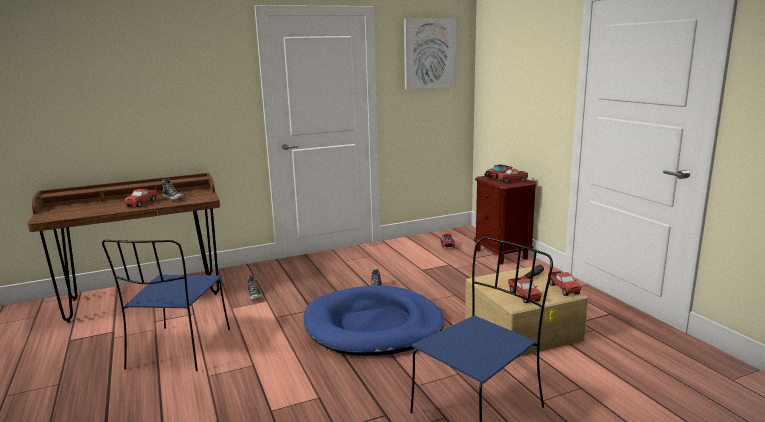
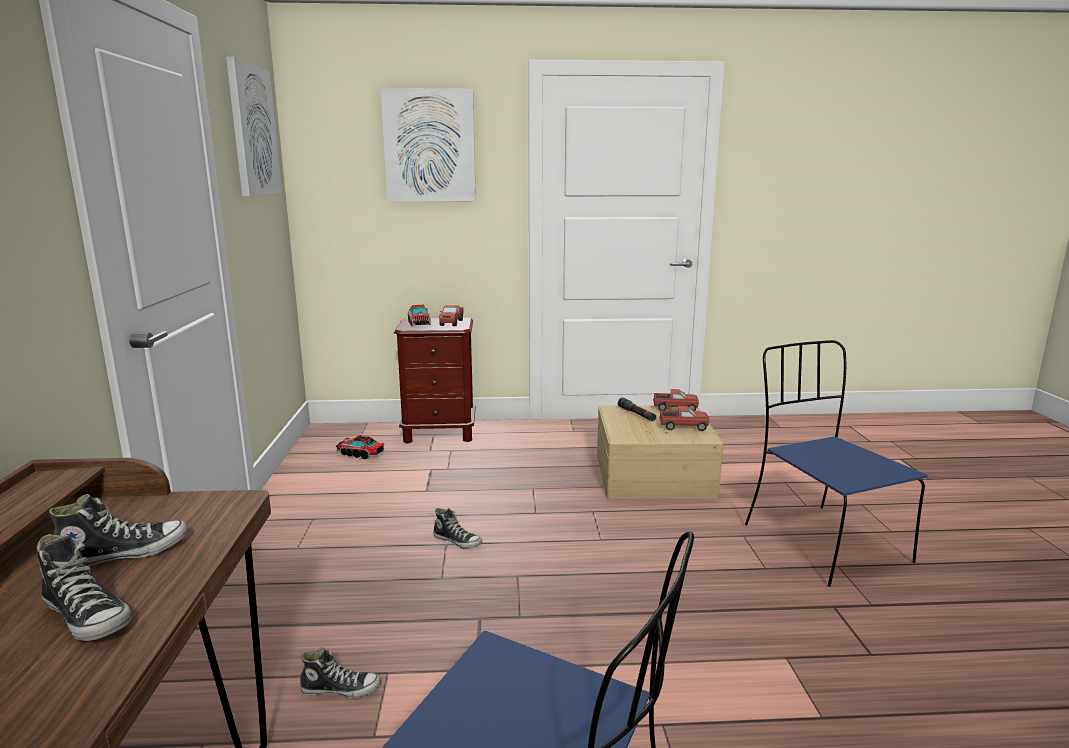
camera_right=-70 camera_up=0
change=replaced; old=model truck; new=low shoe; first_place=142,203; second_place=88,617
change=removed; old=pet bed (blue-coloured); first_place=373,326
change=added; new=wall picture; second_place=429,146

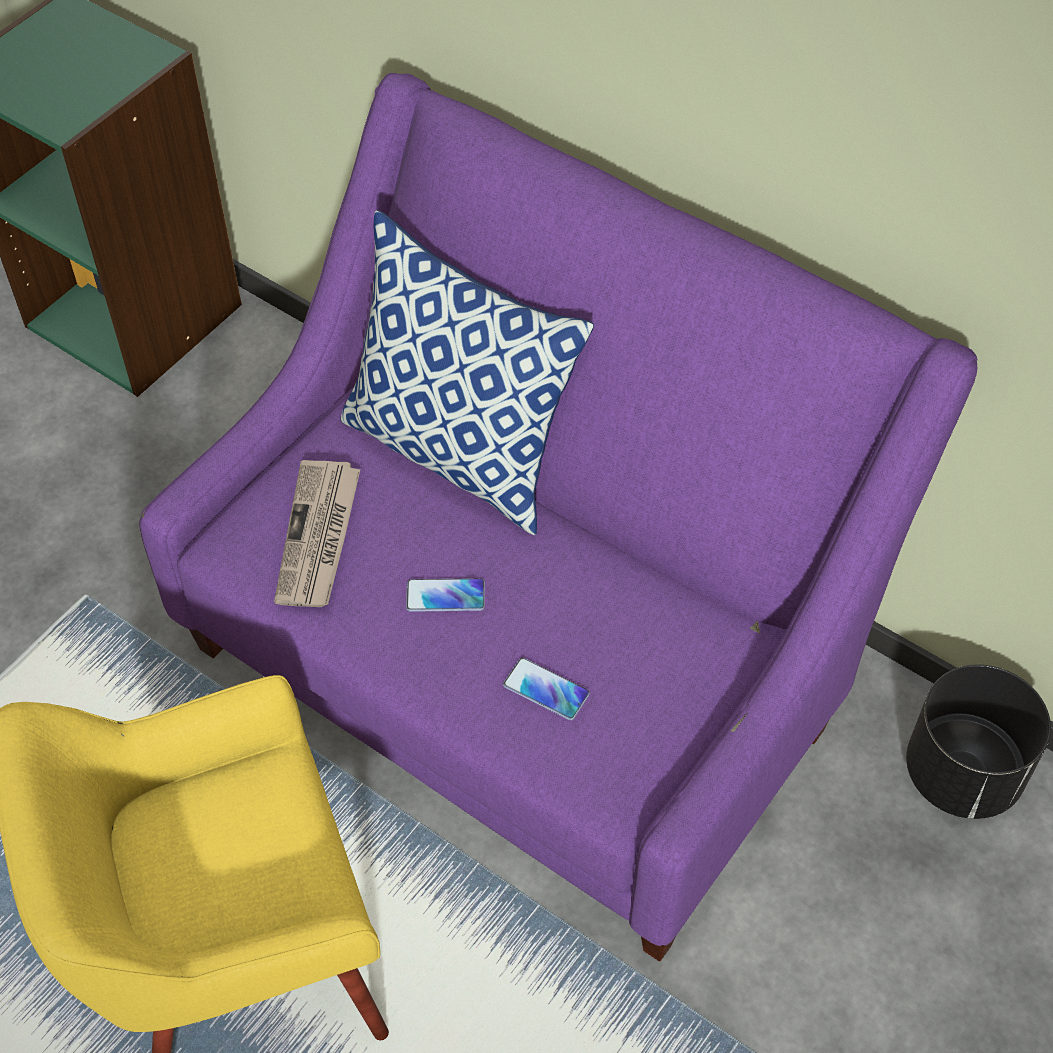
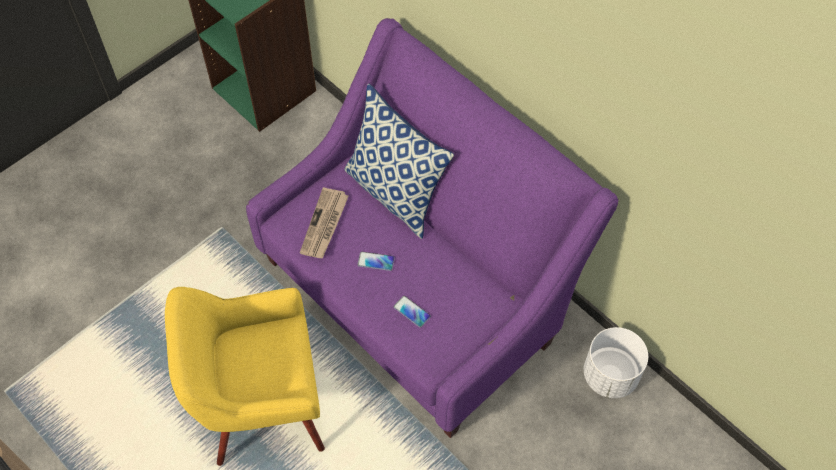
camera_right=10 camera_up=5
change=recoloured; old=flower pot (blackish); new=flower pot (whitish); first_place=963,773; second_place=610,375

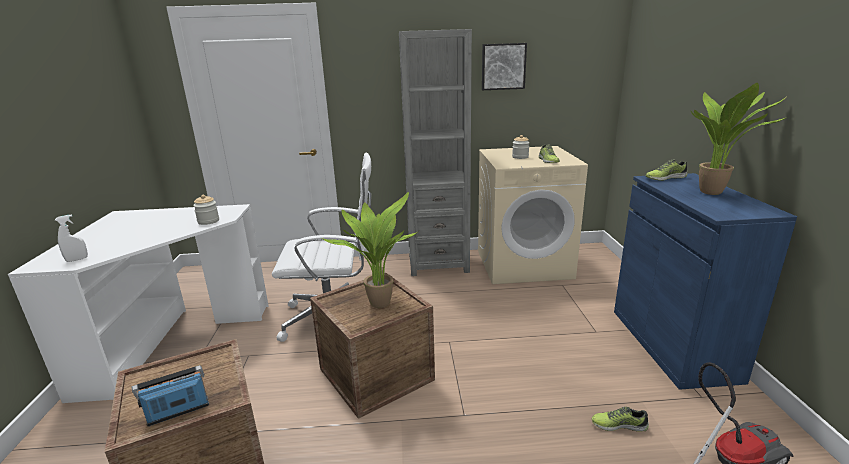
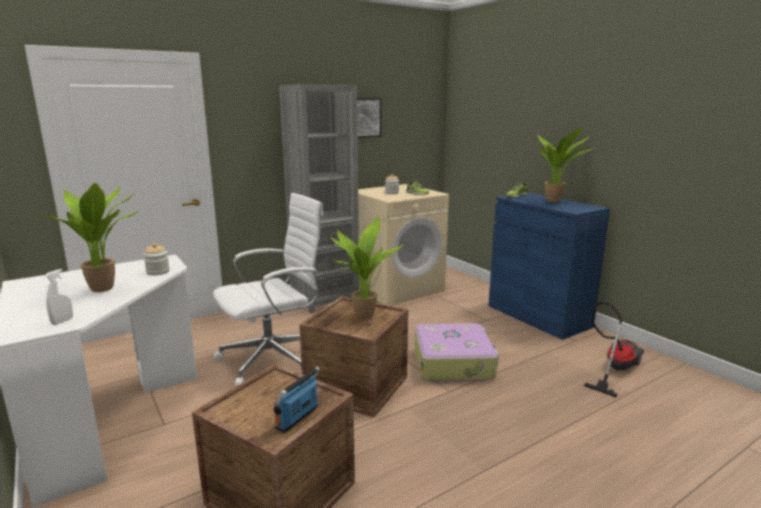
camera_right=-30 camera_up=-5
change=removed; old=low shoe; first_place=618,424
change=added; new=plant in a pot; second_place=106,289
change=added; new=piece of luggage; second_place=454,363

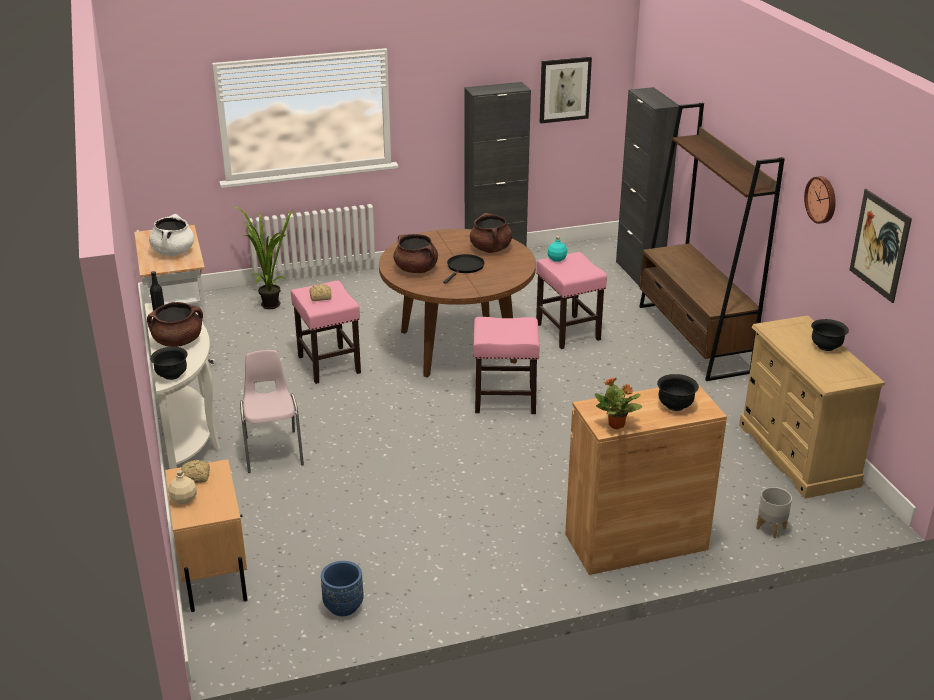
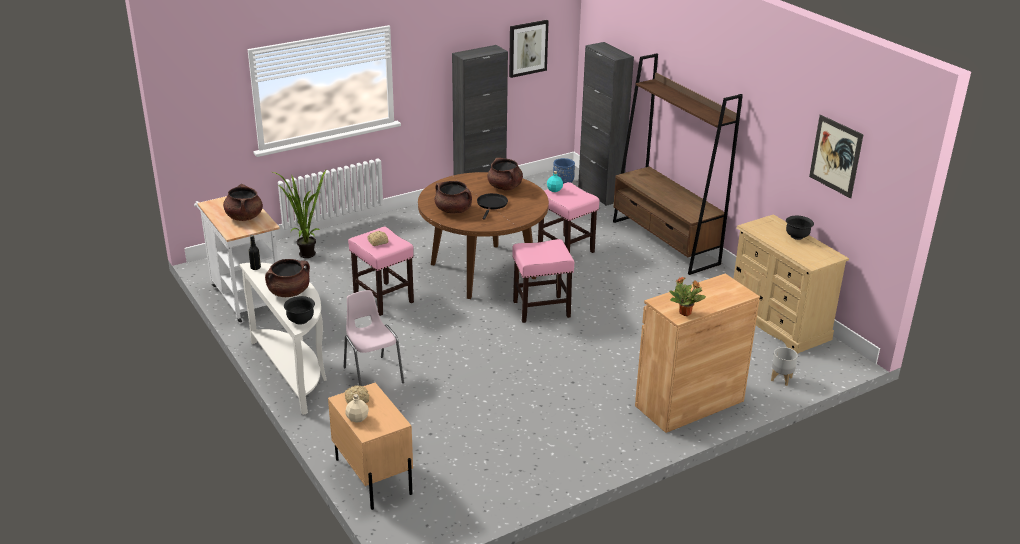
camera_right=-15 camera_up=0
change=removed; old=clock on the wall; first_place=822,199
change=recoloured; old=saucepot (whitish); new=saucepot (brownish); first_place=173,252; second_place=244,217
change=removed; old=serving bowl (blackish); first_place=675,406
change=moved; old=flower pot (blue-coloured); first_place=343,606; second_place=563,183

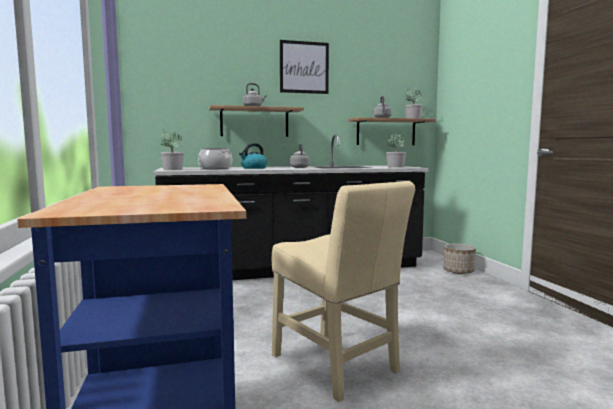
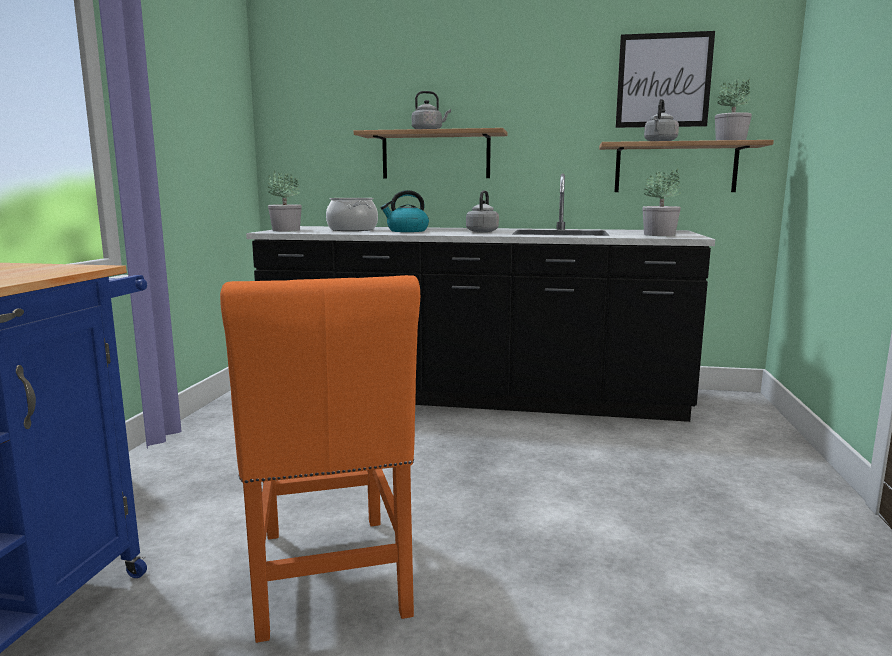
camera_right=25 camera_up=5
change=moved; old=wall picture; first_place=304,67; second_place=663,80
change=recoloured; old=chair (sand-coloured); new=chair (orange-coloured); first_place=337,366; second_place=330,579
change=removed; old=flower pot; first_place=458,271

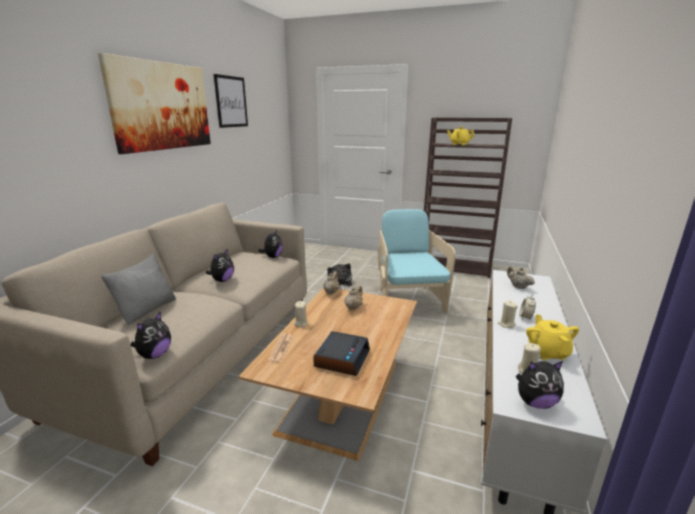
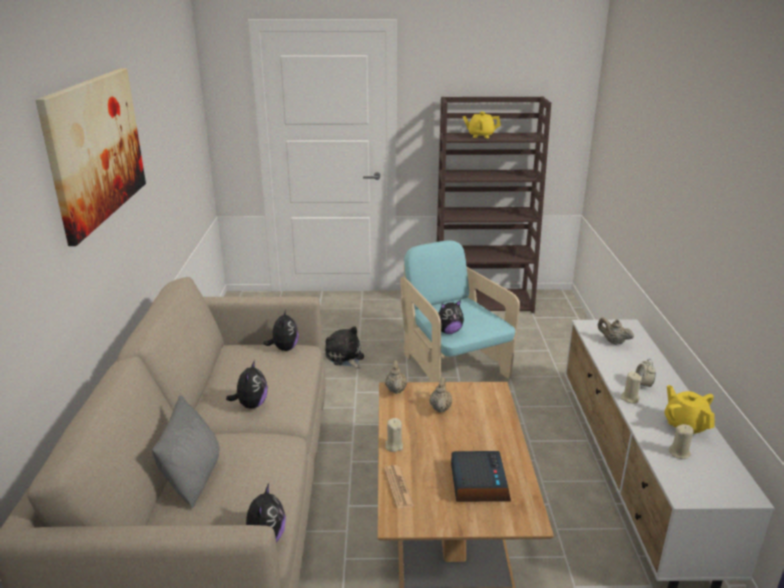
camera_right=-20 camera_up=5
change=removed; old=wall picture; first_place=231,102
change=moved; old=soft toy; first_place=535,402; second_place=448,331

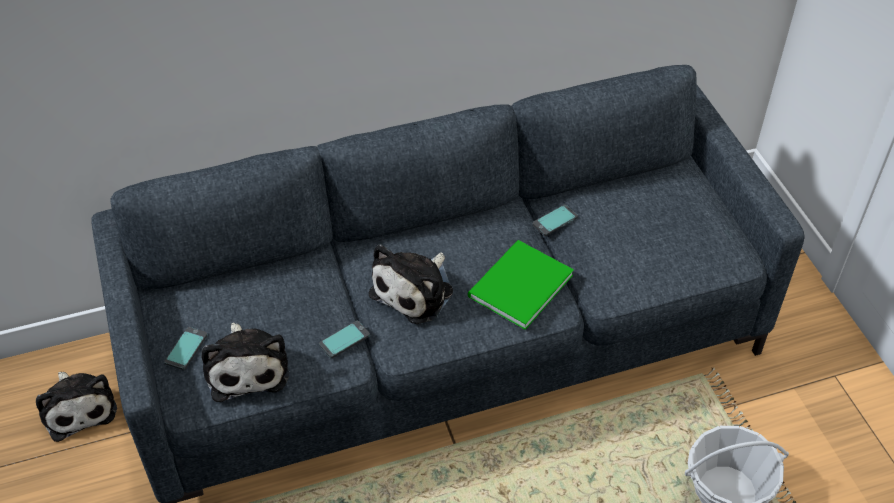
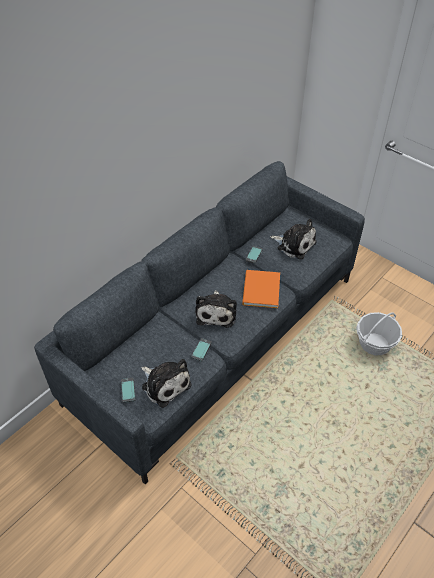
camera_right=-30 camera_up=0
change=recoloured; old=bound book (green); new=bound book (orange-coloured); first_place=517,286; second_place=260,291
change=moved; old=soft toy; first_place=78,407; second_place=294,244

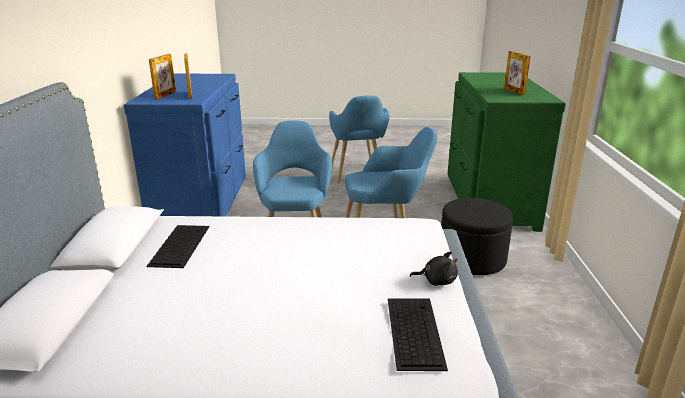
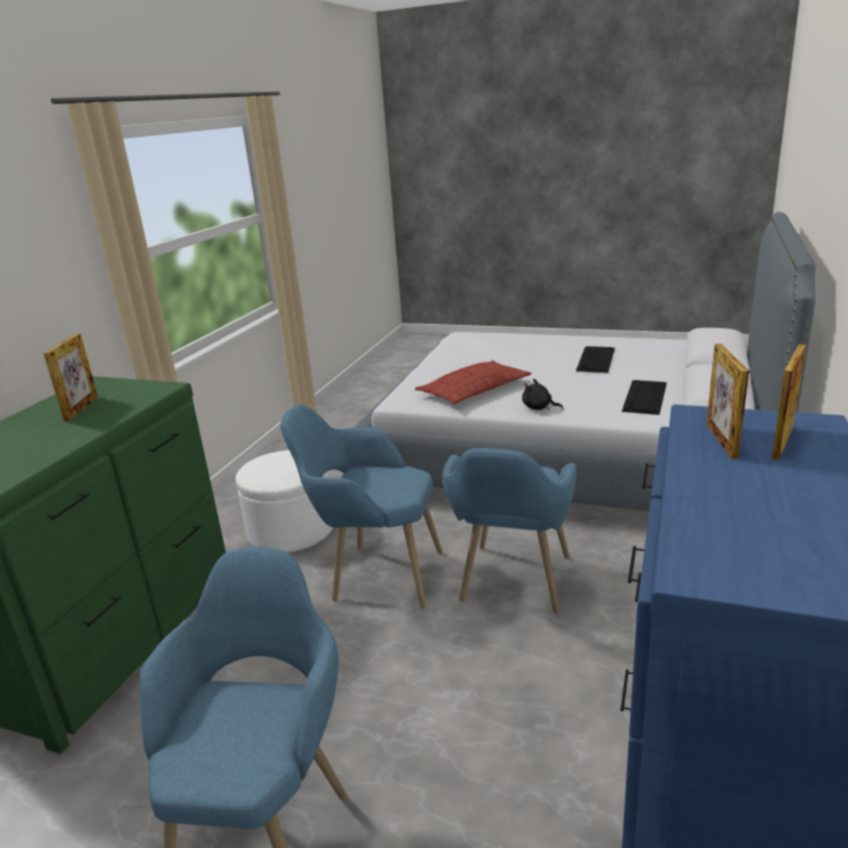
camera_right=-160 camera_up=0
change=recoloured; old=ottoman (blackish); new=ottoman (whitish); first_place=472,259; second_place=291,530
change=moved; old=soft toy (blackish); first_place=437,281; second_place=539,408
change=moved; old=PC keyboard; first_place=414,331; second_place=596,359
change=added; new=throw pillow; second_place=474,389

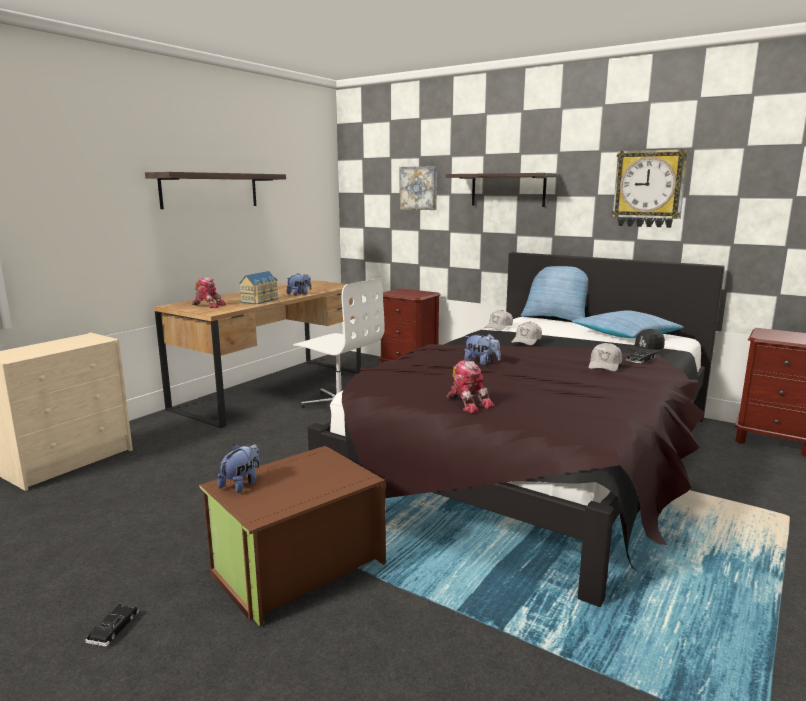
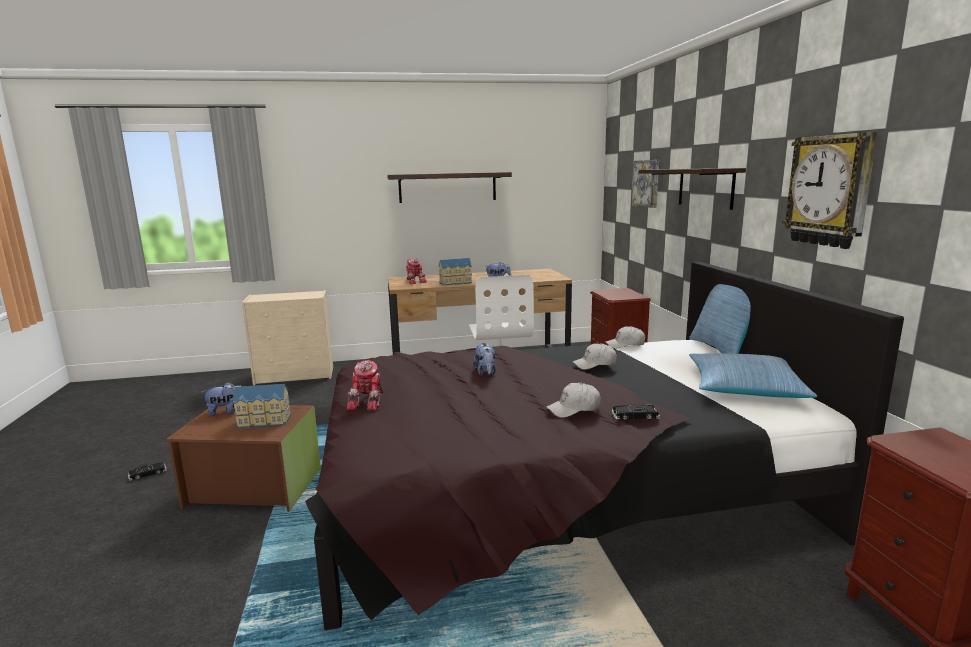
camera_right=45 camera_up=0
change=removed; old=cap (blackish); first_place=646,349
change=added; new=toy house; second_place=264,421

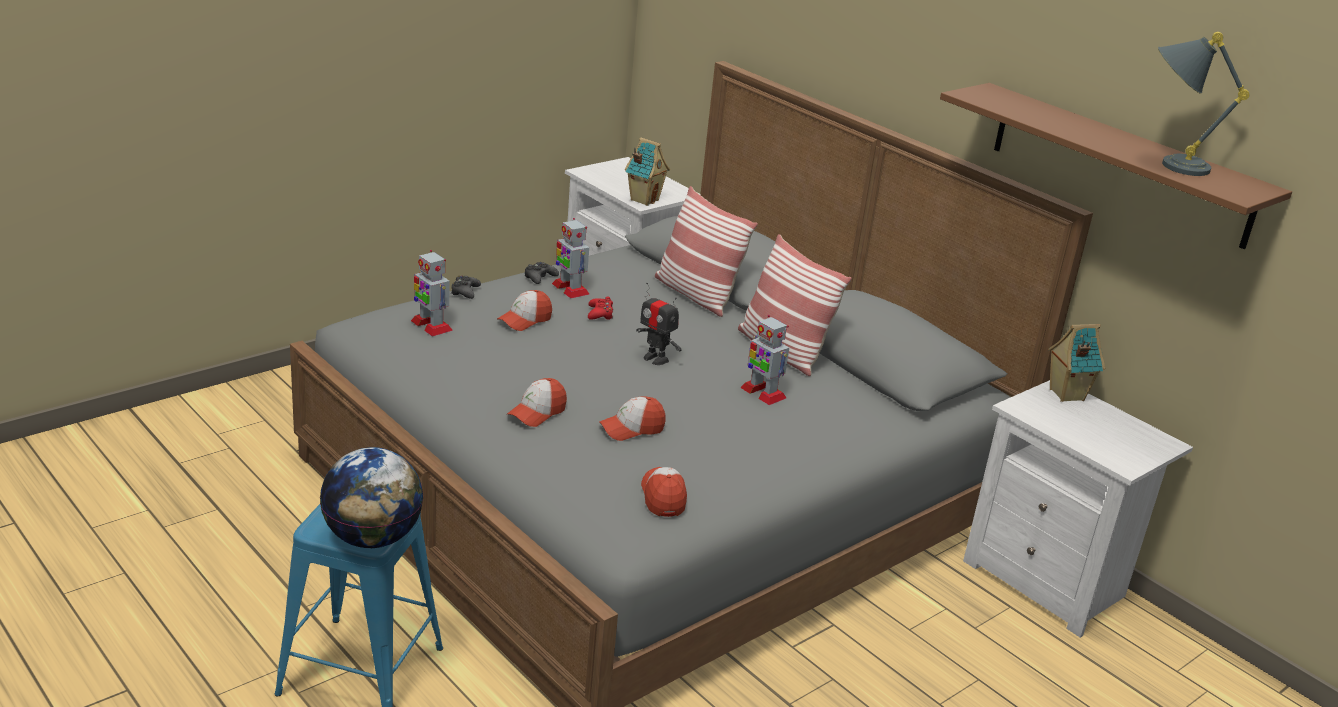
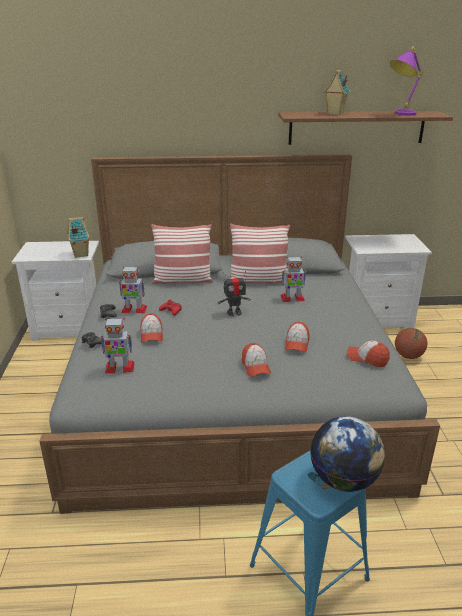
camera_right=-50 camera_up=0
change=recoloured; old=tabletop lamp (grey); new=tabletop lamp (purple-coloured); first_place=1167,164; second_place=400,114
change=moved; old=toy house; first_place=1065,394; second_place=334,114
change=added; new=ball for basketball; second_place=408,356

